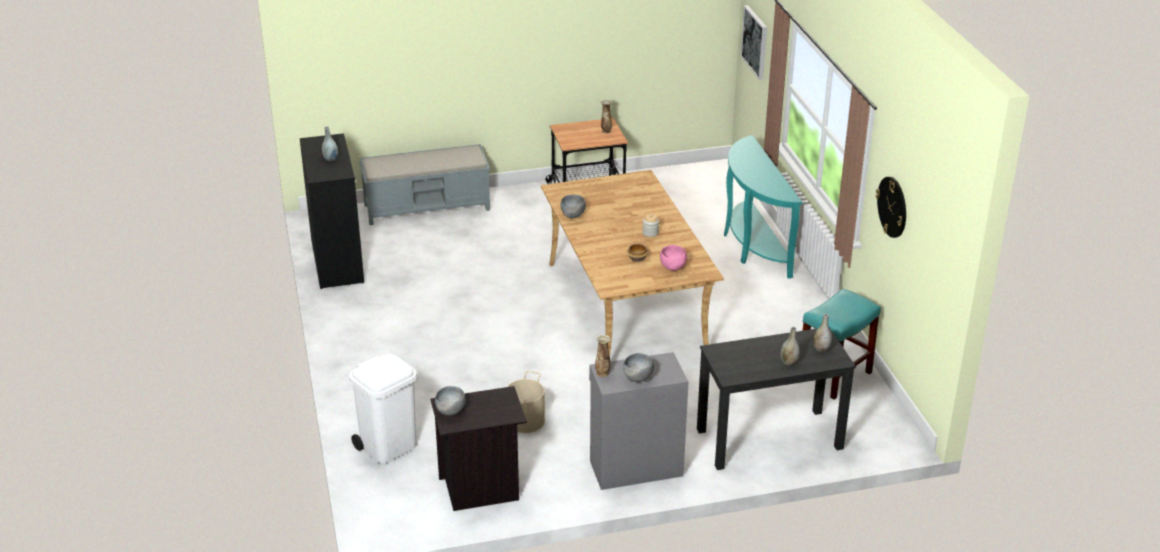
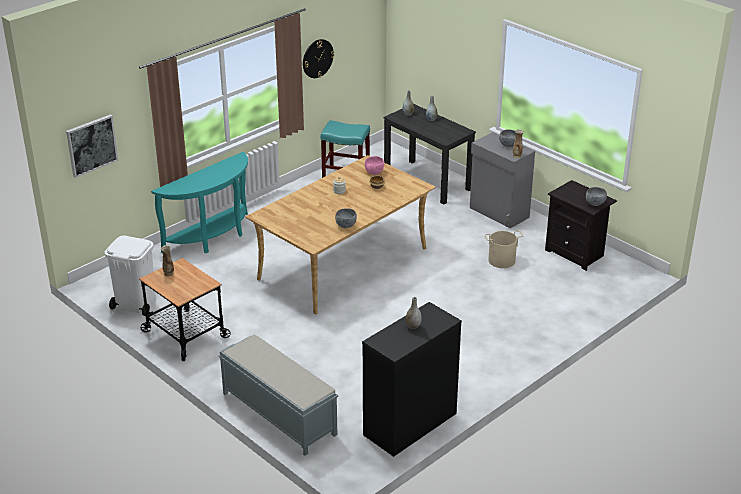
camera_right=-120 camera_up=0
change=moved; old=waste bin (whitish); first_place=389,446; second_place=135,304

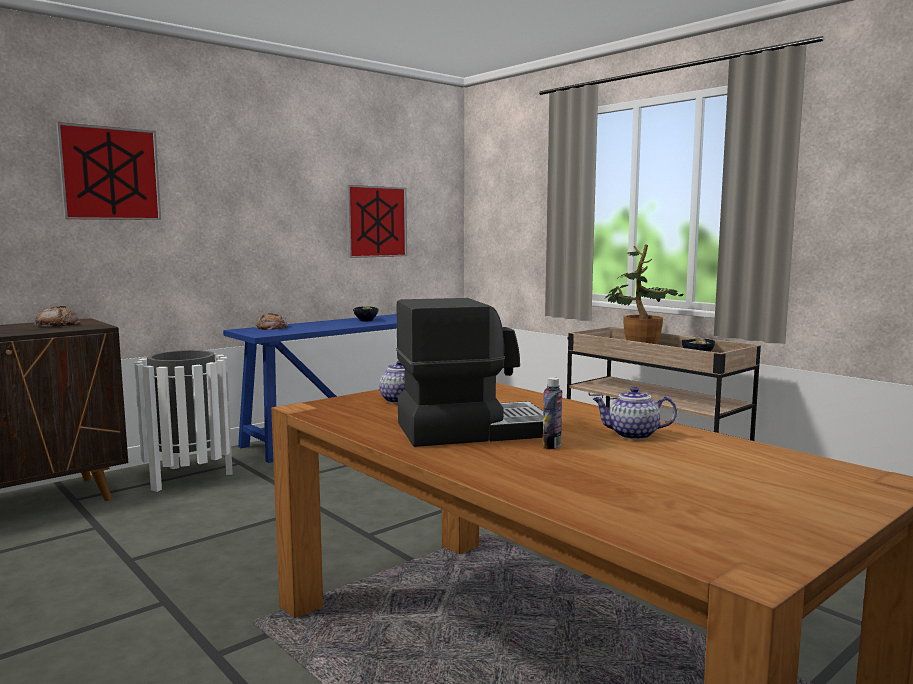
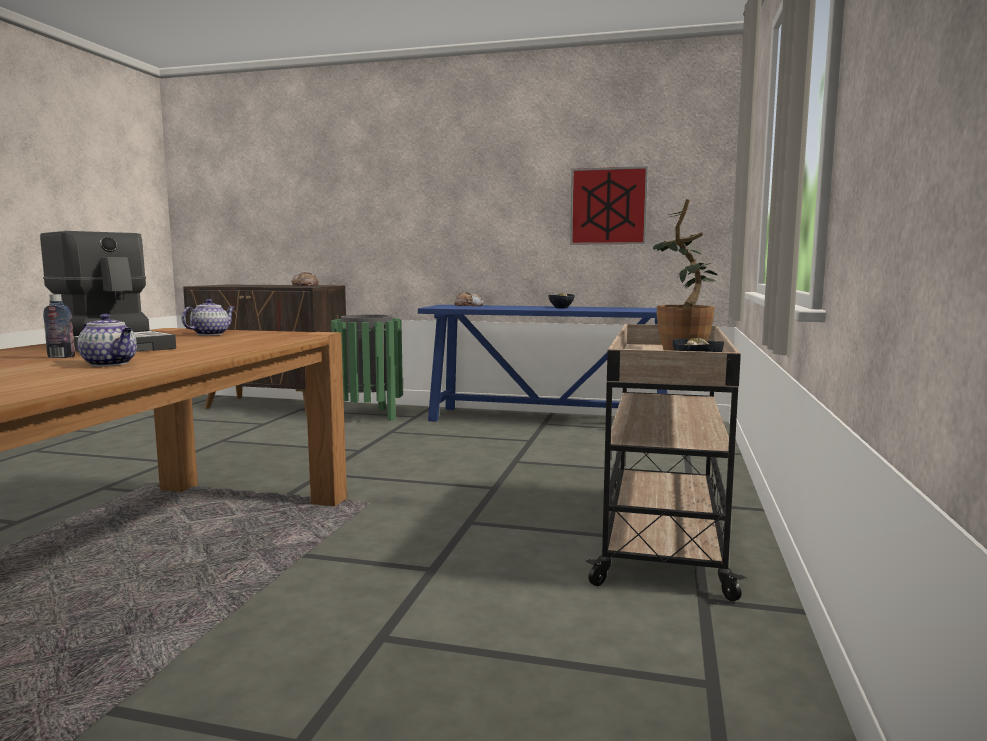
camera_right=55 camera_up=0
change=removed; old=wall picture; first_place=110,173
change=recoloured; old=waste bin (whitish); new=waste bin (green); first_place=188,477; second_place=369,415
change=turned; old=tea pot; first_place=632,435; second_place=111,364; degrees=150

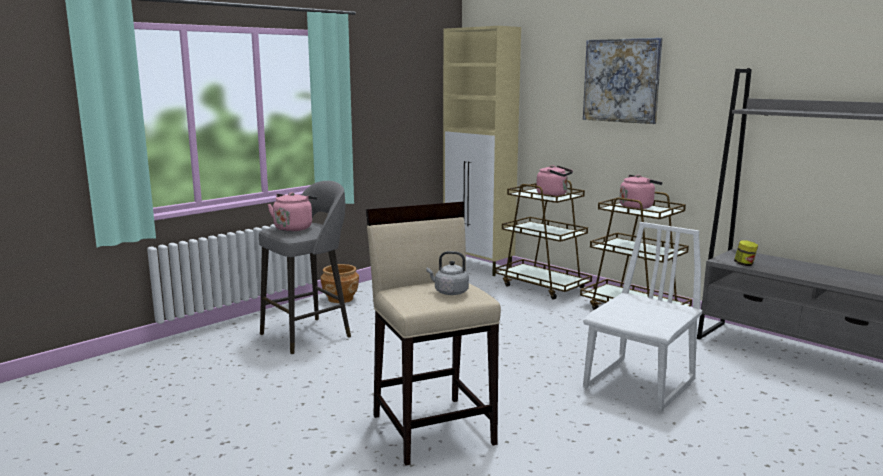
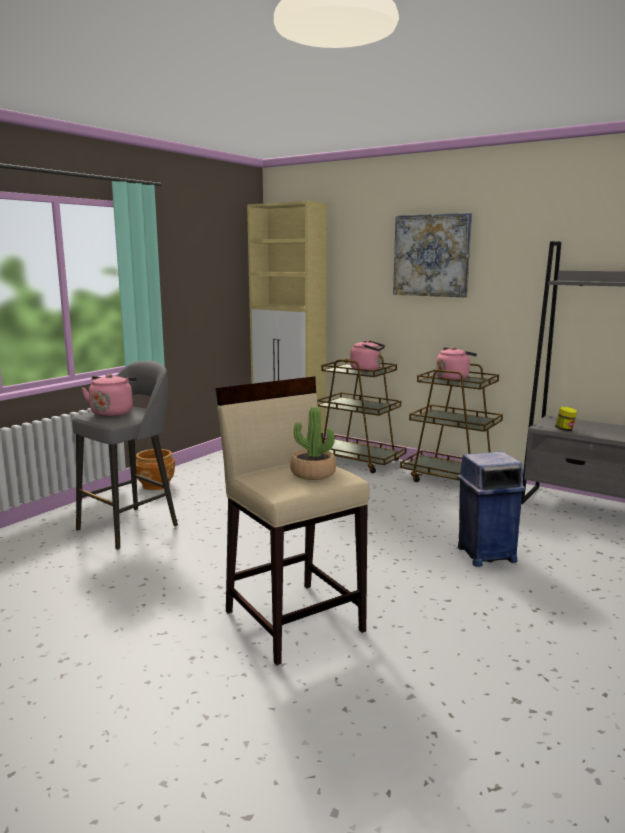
camera_right=-10 camera_up=0
change=replaced; old=chair (whitish); new=waste bin (blue-coloured); first_place=640,385; second_place=485,554
change=replaced; old=kettle (grey); new=plant in a pot; first_place=449,292; second_place=313,474

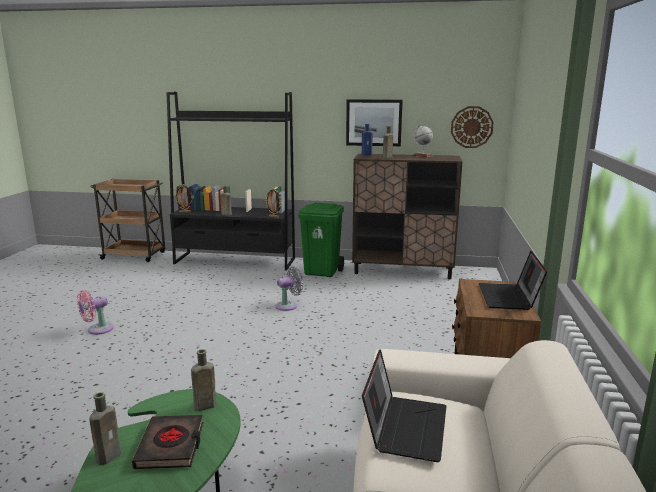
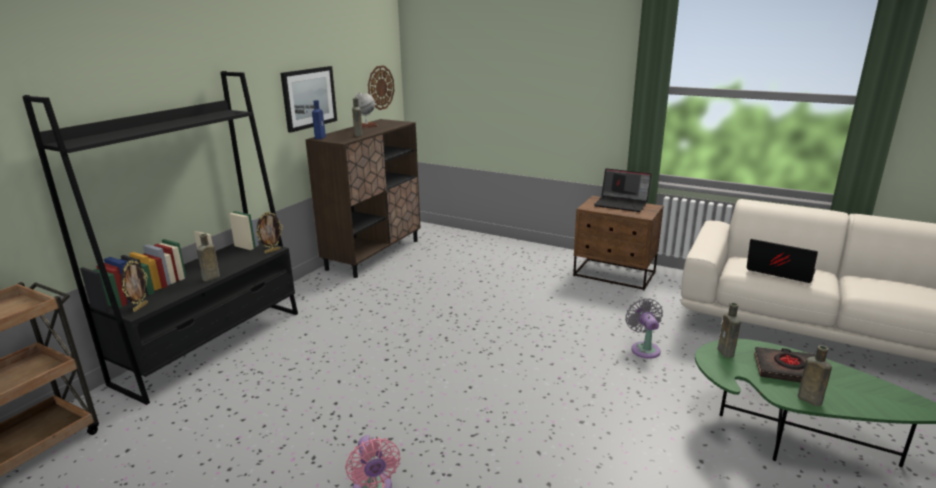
camera_right=-70 camera_up=5
change=removed; old=waste bin (green); first_place=322,272
change=moved; old=electric fan (grey); first_place=289,305; second_place=644,348

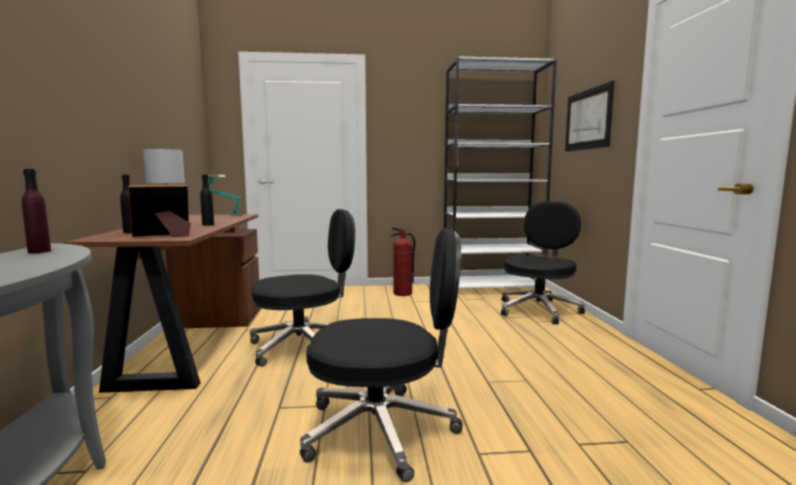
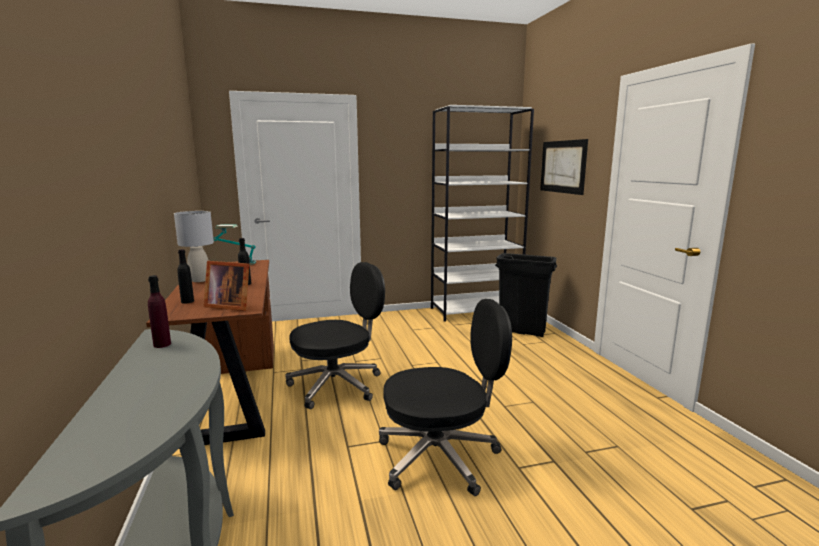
camera_right=-10 camera_up=5
change=turned; old=standing frame; first_place=165,235; second_place=229,306; degrees=-120
change=replaced; old=computer chair (blackish); new=waste bin (blackish); first_place=539,310; second_place=522,331
change=removed; old=fire extinguisher; first_place=402,293

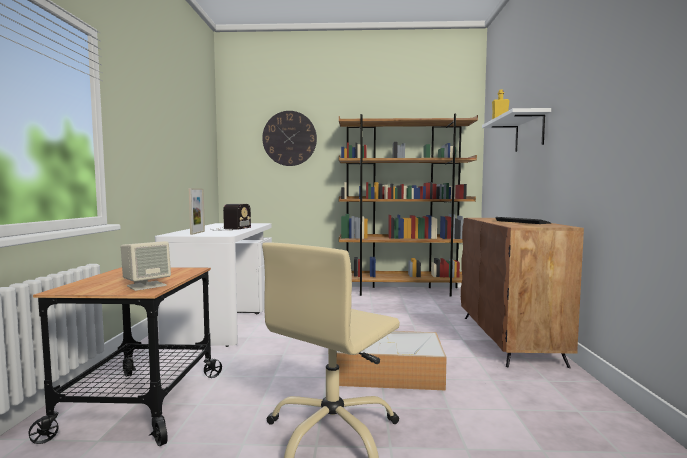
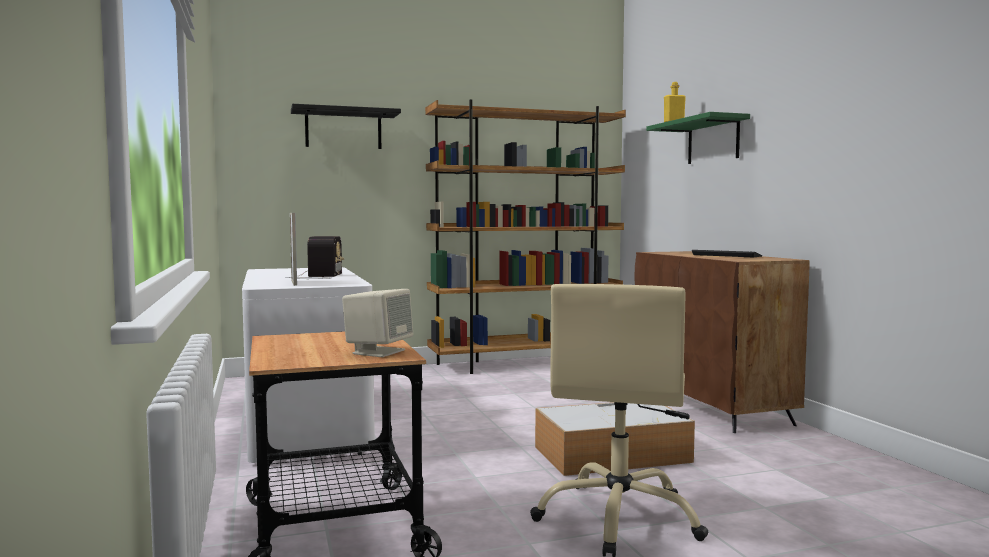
camera_right=-20 camera_up=0
change=recoloured; old=bracket shelf (whitish); new=bracket shelf (green); first_place=529,132; second_place=713,141
change=replaced; old=clock on the wall; new=bracket shelf (blackish); first_place=289,138; second_place=343,129

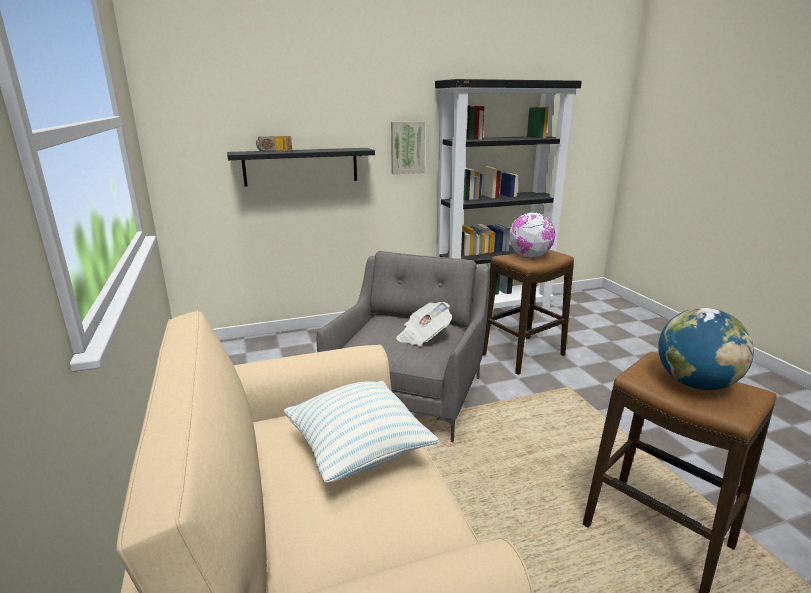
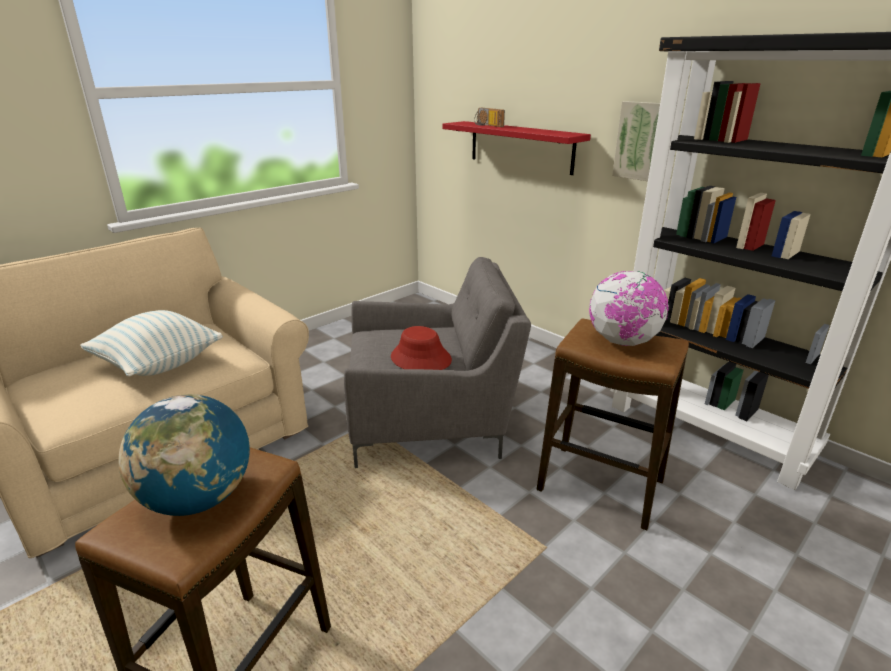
camera_right=65 camera_up=5
change=recoloured; old=bracket shelf (blackish); new=bracket shelf (red); first_place=301,166; second_place=520,147
change=replaced; old=daily paper; new=hat (red); first_place=423,337; second_place=420,359

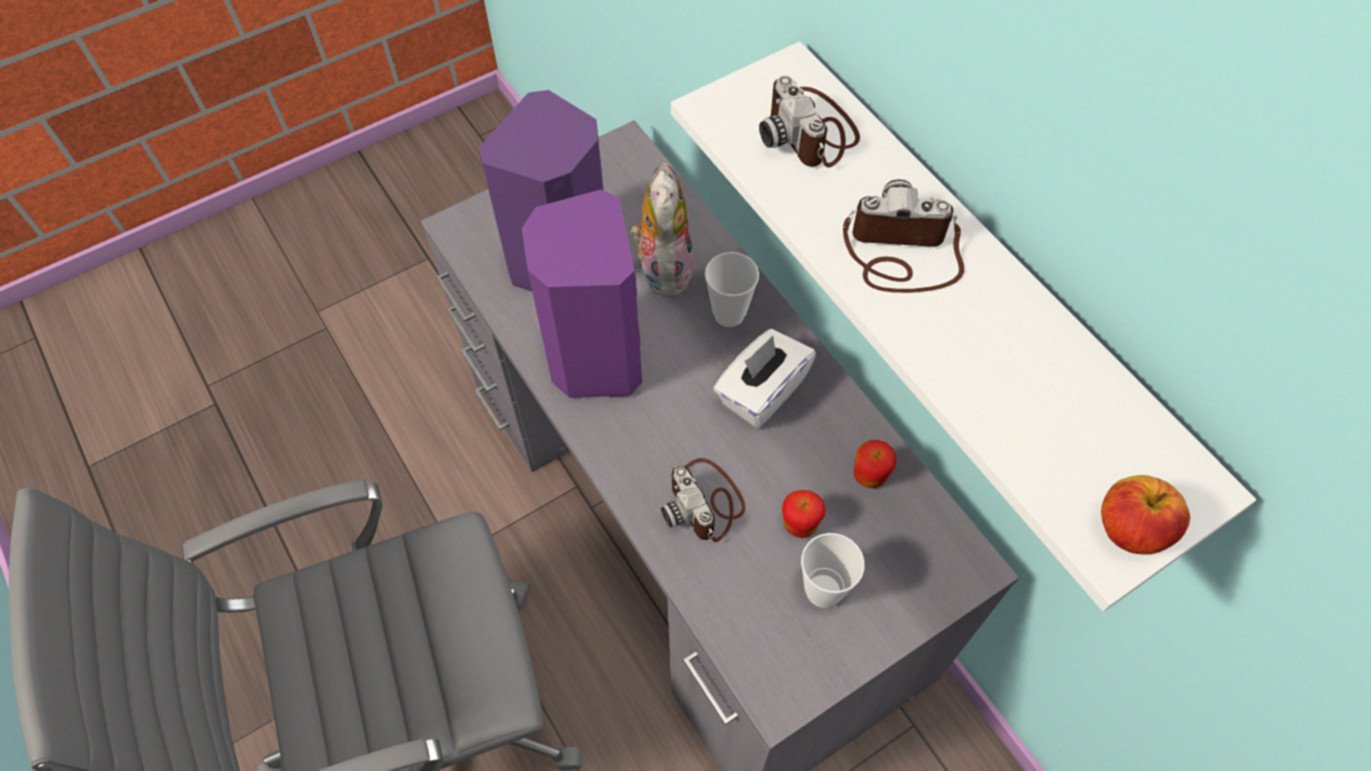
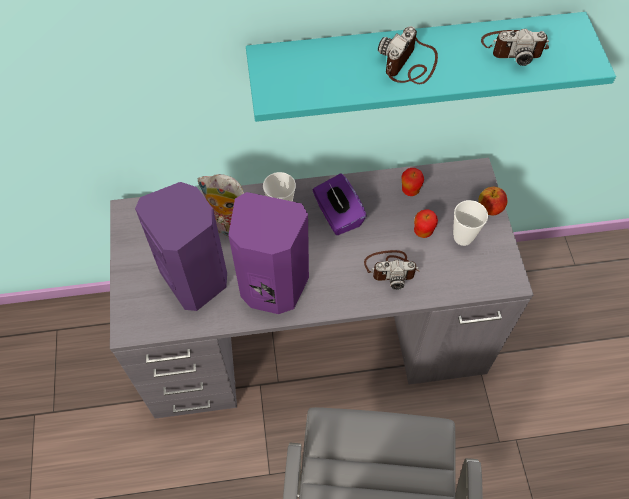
camera_right=-65 camera_up=0
change=recoloured; old=bracket shelf (whitish); new=bracket shelf (turquoise); first_place=979,285; second_place=413,57
change=moved; old=still camera; first_place=810,131; second_place=513,48
change=recoloured; old=box of tissues (whitish); new=box of tissues (purple-coloured); first_place=761,392; second_place=338,215
change=moved; old=apple fruit; first_place=1129,530; second_place=490,208

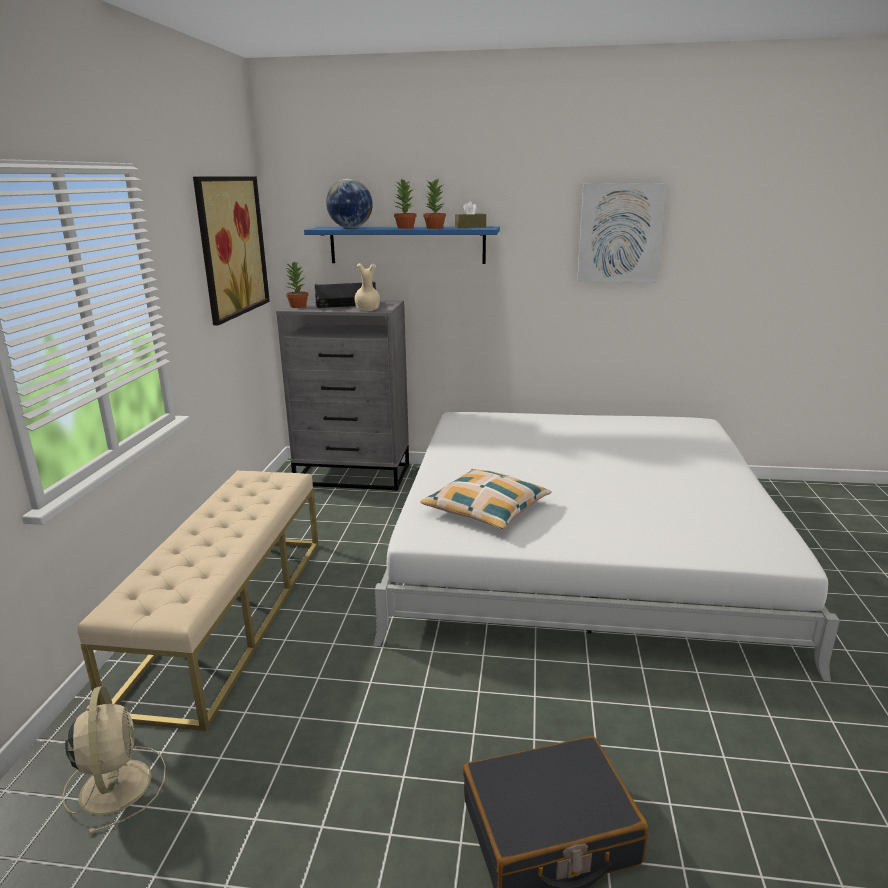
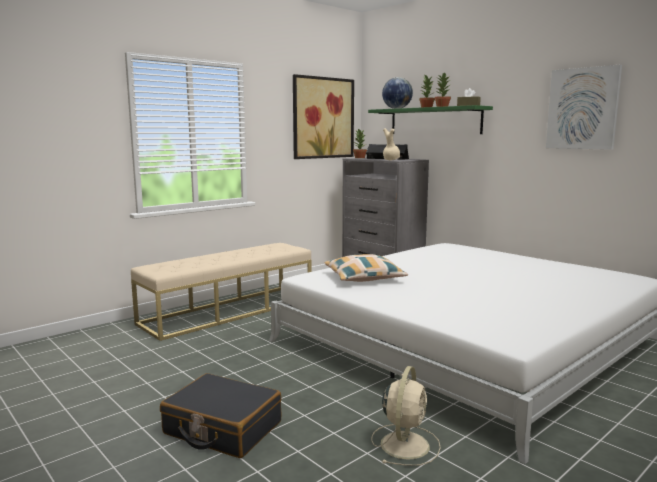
camera_right=40 camera_up=-10
change=recoloured; old=bracket shelf (blue-coloured); new=bracket shelf (green); first_place=407,245; second_place=434,121
change=moved; old=electric fan (sand-coloured); first_place=116,784; second_place=405,444

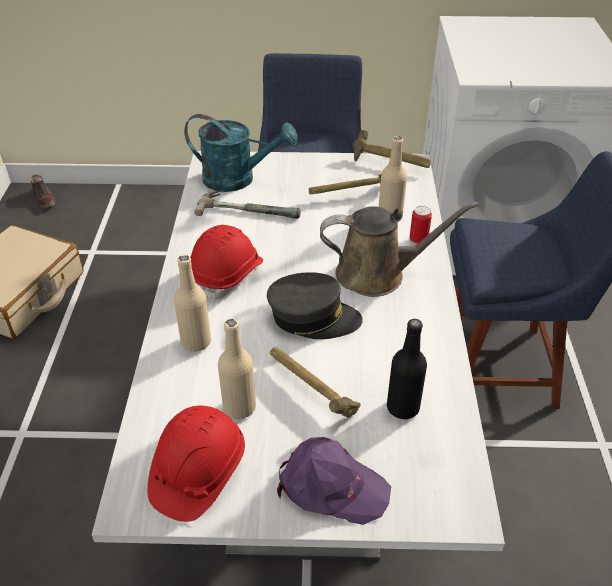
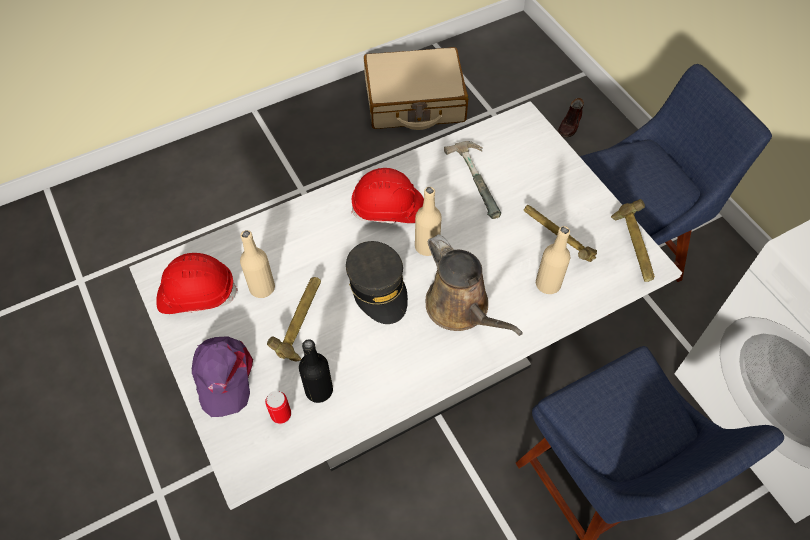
camera_right=60 camera_up=15
change=removed; old=watering pot (turquoise); first_place=238,179
change=moved; old=low shoe (brownish); first_place=45,199; second_place=570,125
change=moved; old=can; first_place=418,240; second_place=281,415
change=moved; old=drink bottle (sand-coloured); first_place=196,342; second_place=427,246

